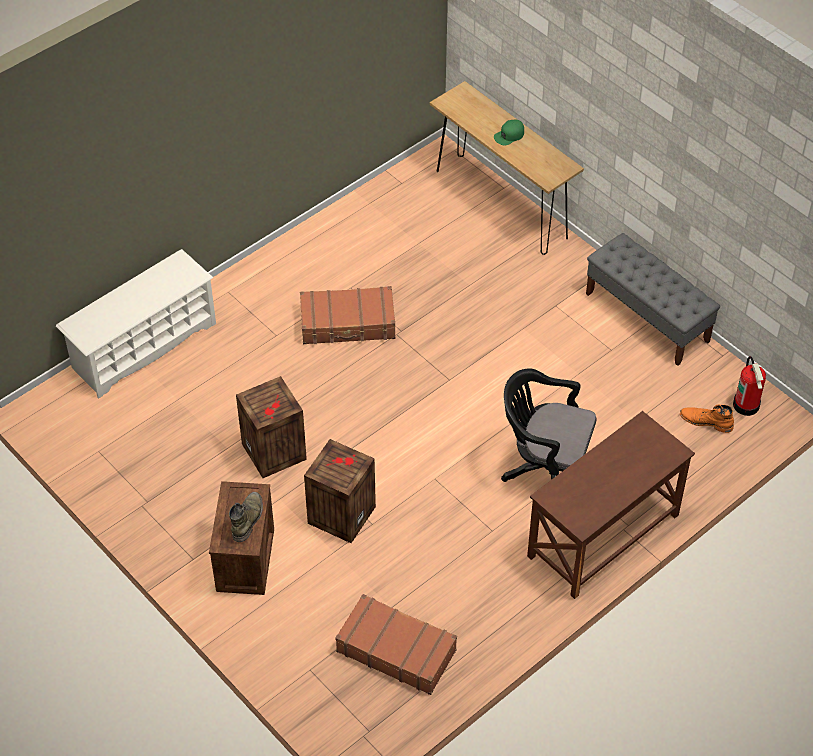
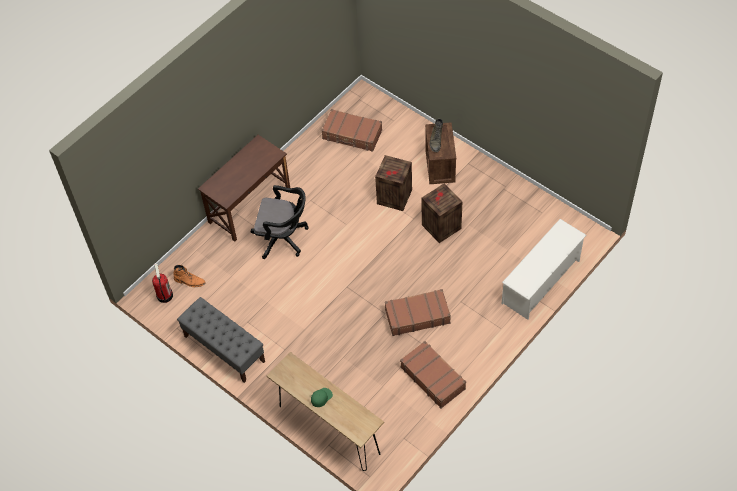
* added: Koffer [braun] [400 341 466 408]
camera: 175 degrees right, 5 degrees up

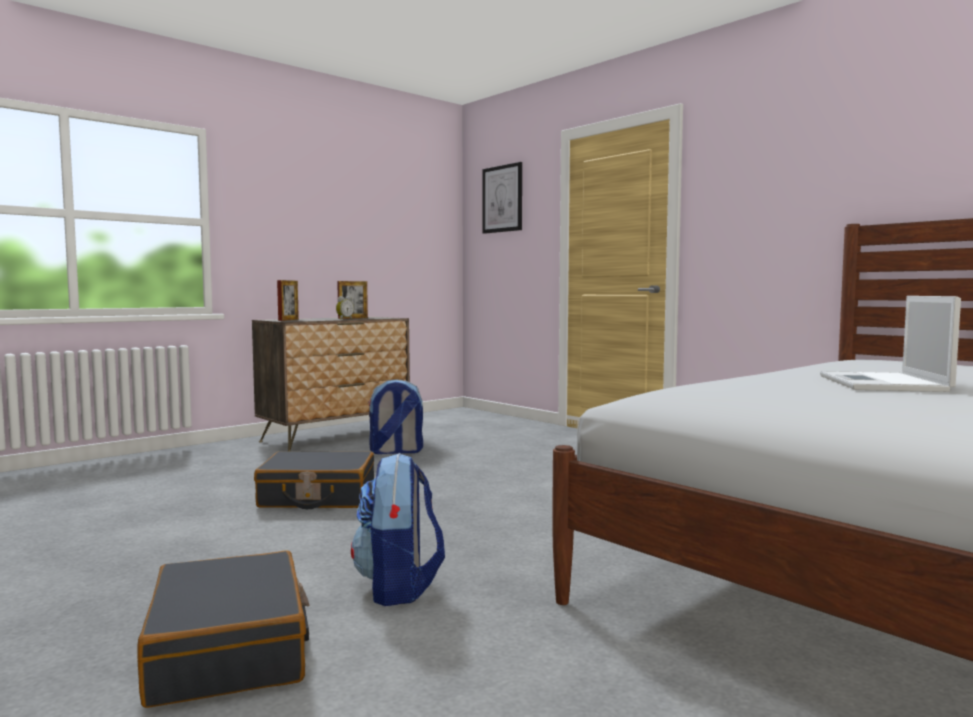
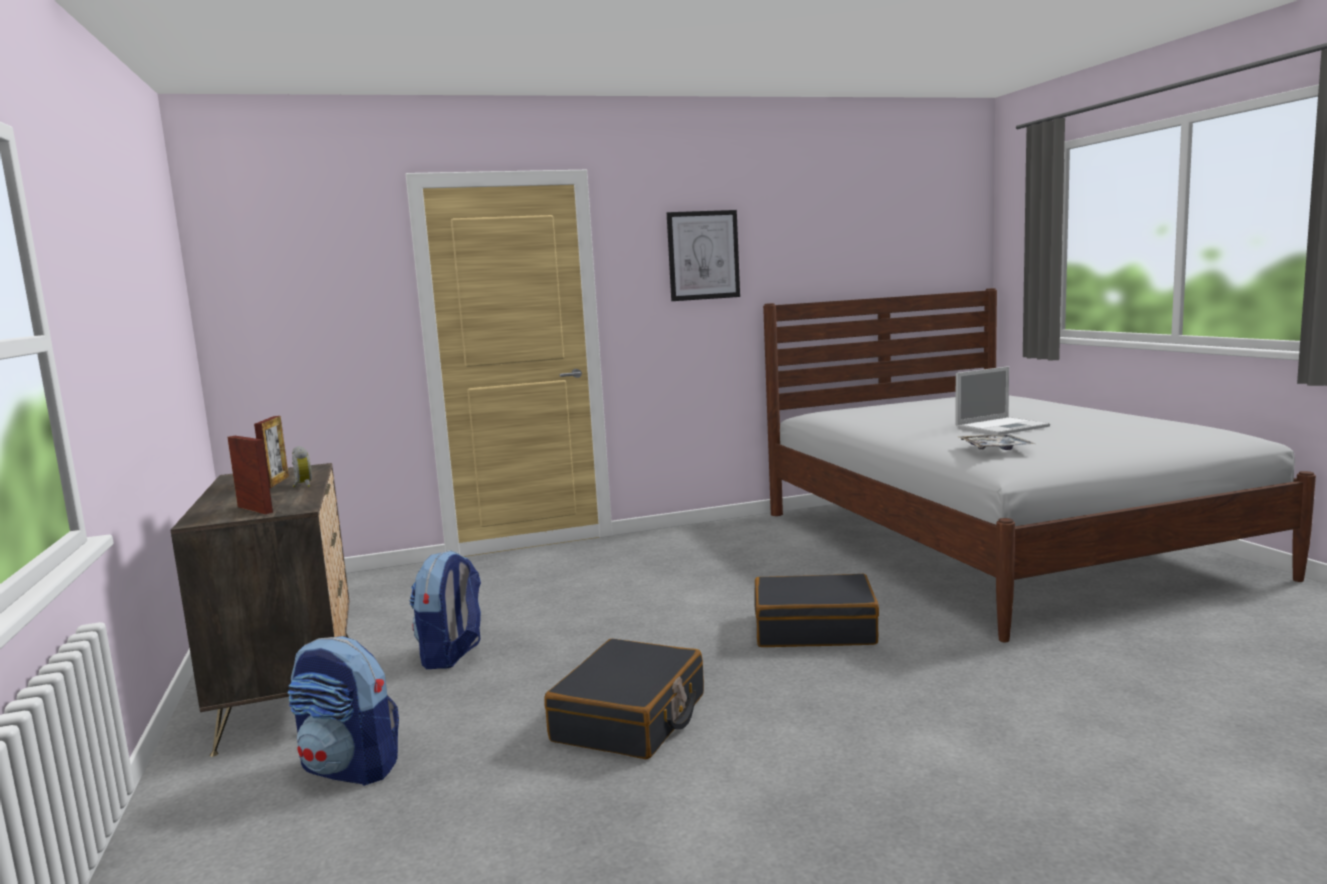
* moved: Koffer [schwarz] [137 551 310 708] to [754 574 879 647]
* moved: Rucksack [351 453 445 606] to [288 636 399 786]
* moved: Bild [483 162 522 234] to [667 210 740 301]
* turned: Laptop [820 296 961 392] = [956 366 1050 435] 60 degrees counterclockwise
* added: Tablett [959 434 1035 450]
camera: 65 degrees left, 5 degrees up

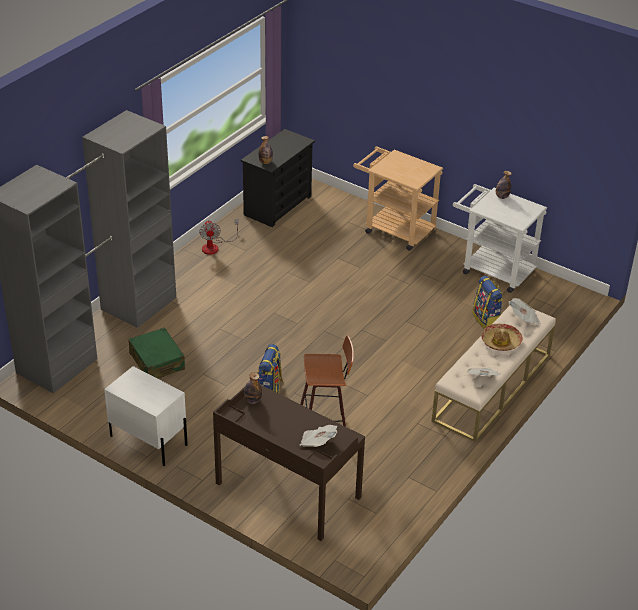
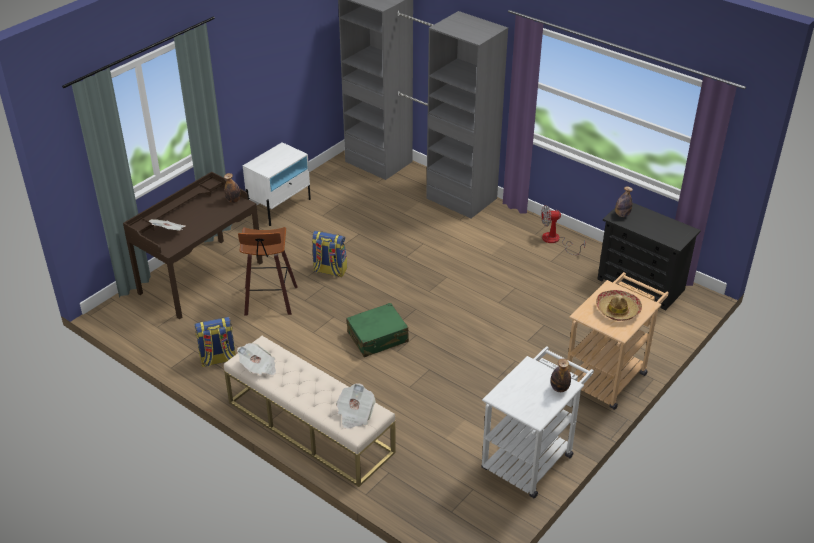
* moved: Koffer [grün] [128 328 185 379] to [346 303 409 357]
* moved: Rucksack [472 276 503 329] to [194 317 236 367]
* moved: Hut [481 324 523 351] to [596 290 642 321]
camera: 95 degrees right, 0 degrees up

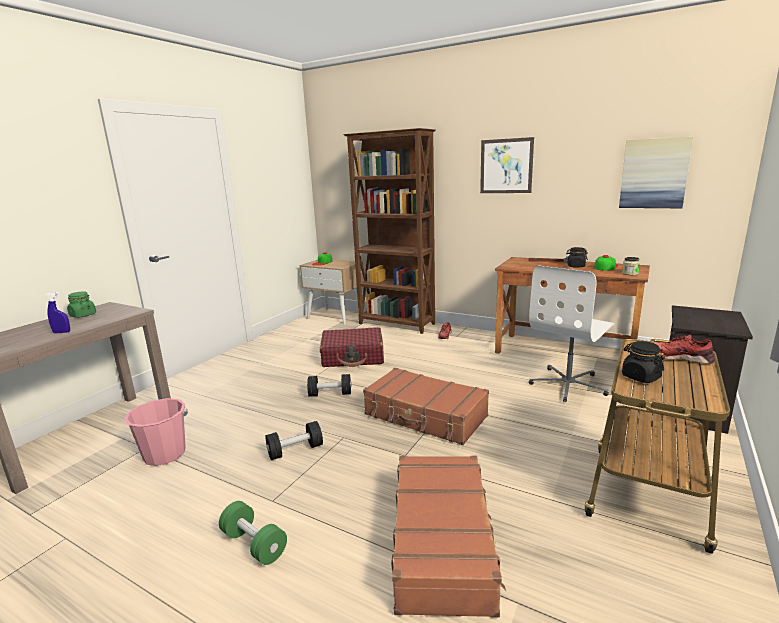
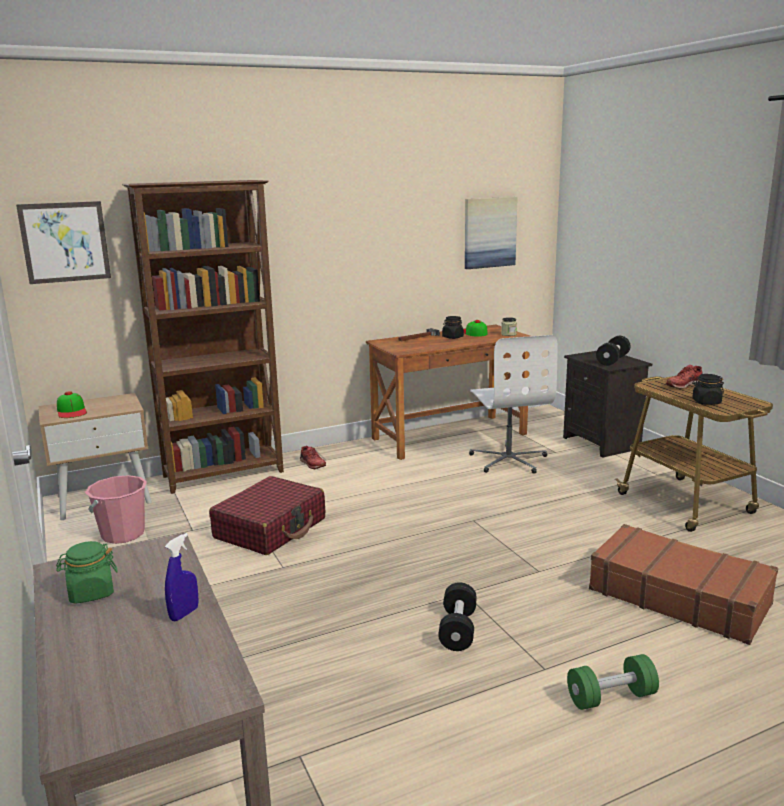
* moved: Eimer [rosa] [124 398 188 466] to [85 475 147 544]
* moved: Hantel [schwarz] [307 374 352 397] to [596 336 631 366]
* removed: Koffer [braun] [363 368 489 445]
* moved: Bild [480 137 534 193] to [16 201 111 284]
camera: 55 degrees left, 0 degrees up

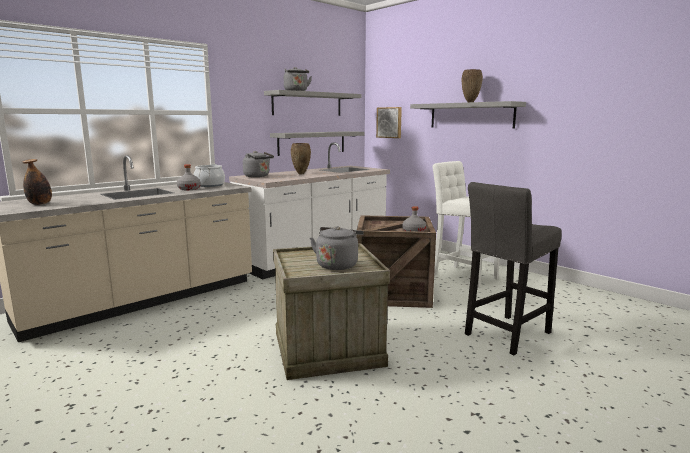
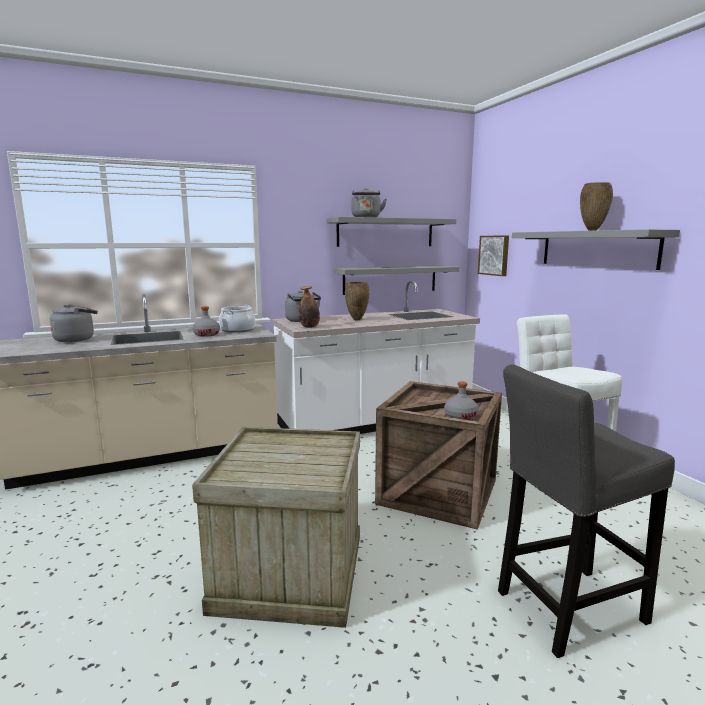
* moved: Flasche [22 159 52 205] to [299 286 320 328]
* moved: Wasserkessel [grau] [310 226 364 270] to [50 304 98 342]
camera: 20 degrees right, 0 degrees up

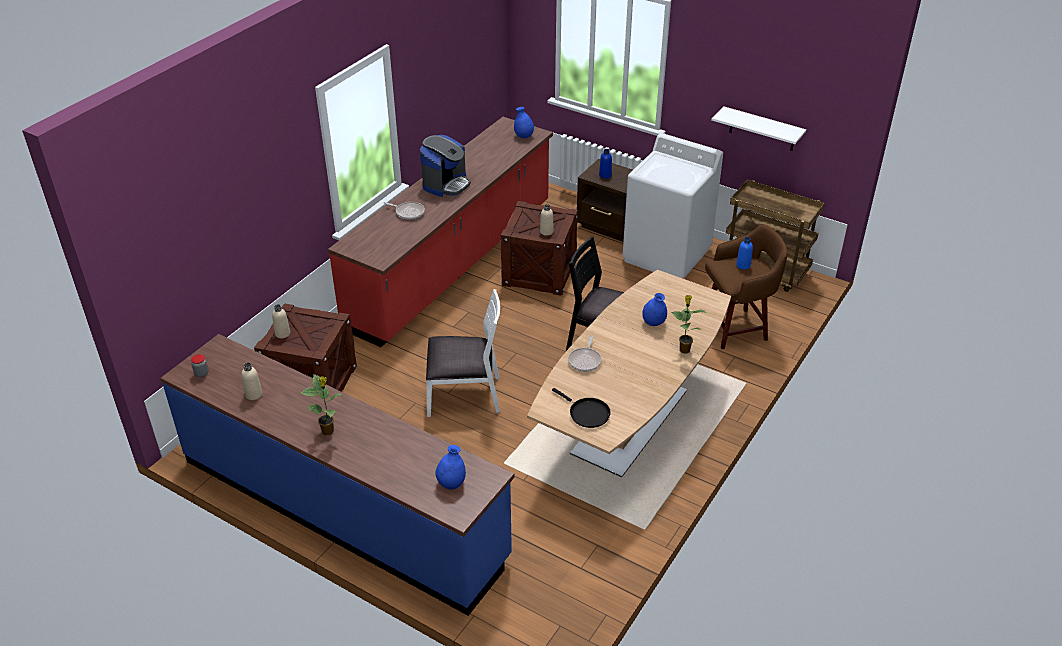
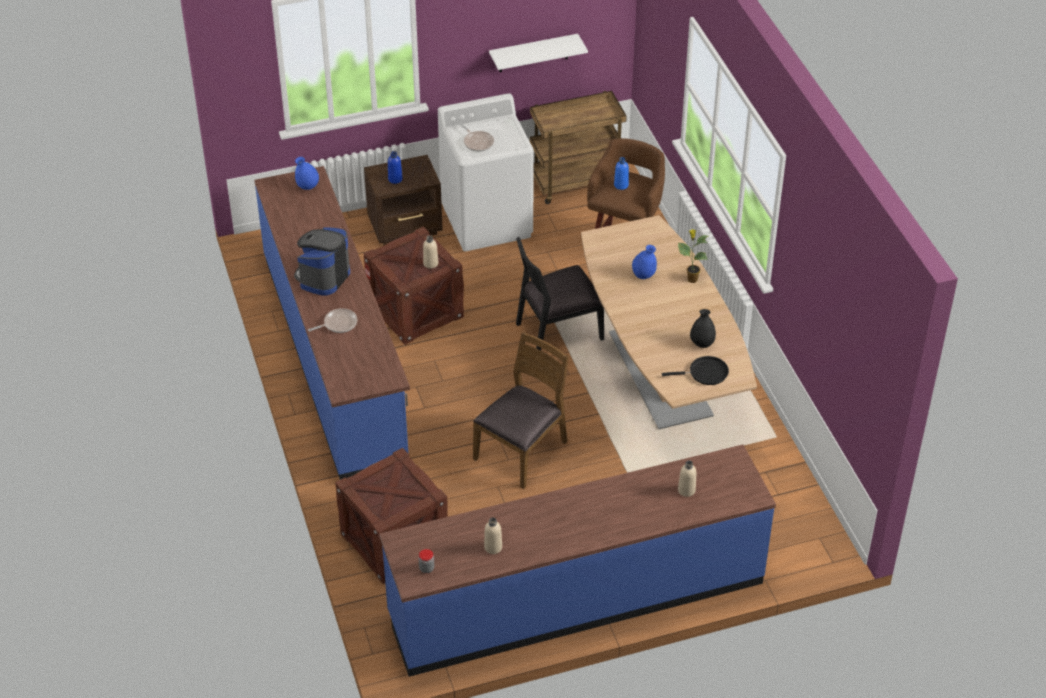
* moved: Flasche [beige] [272 304 290 338] to [678 461 696 497]
* removed: Topfpflanze [300 374 342 435]
* recoloured: Küchenzeile [rot] [328 117 553 347] to Küchenzeile [blau] [254 166 410 480]
* turned: Kaffeemaschine [420 135 471 197] = [294 227 350 296] 135 degrees counterclockwise
* recoloured: Stuhl [weiß] [426 289 500 417] to Stuhl [braun] [473 332 569 489]
* removed: Vase [blau] [435 445 466 490]
* moved: Pfanne [568 336 602 372] to [460 124 494 152]
* added: Vase [schwarz] [690 309 716 348]
camera: 50 degrees left, 5 degrees up

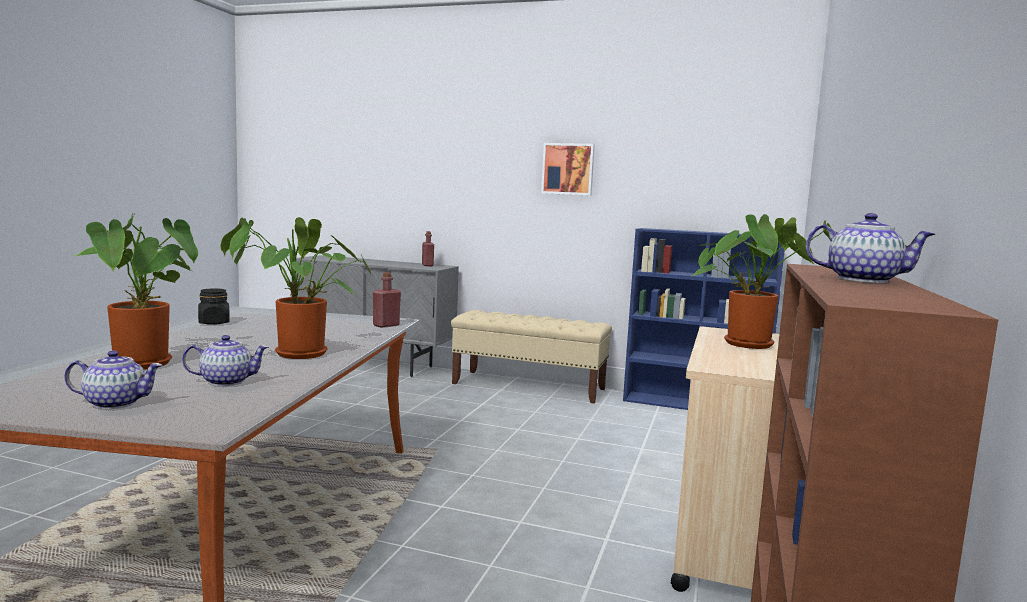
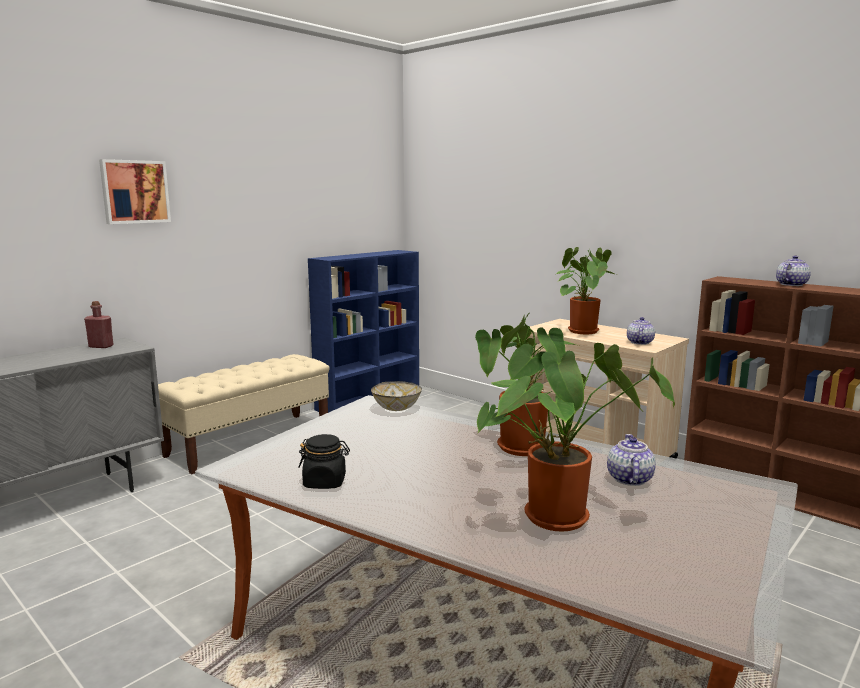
* moved: Teekanne [64 350 162 409] to [627 317 655 345]
* replaced: Flasche [rot] [373 272 401 328] to Schüssel [371 381 422 411]
* moved: Bild [541 143 595 196] to [99 159 171 224]
camera: 65 degrees left, 5 degrees up

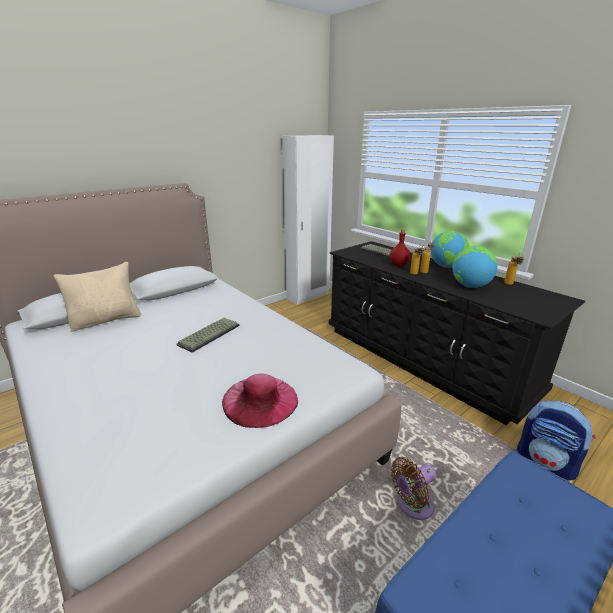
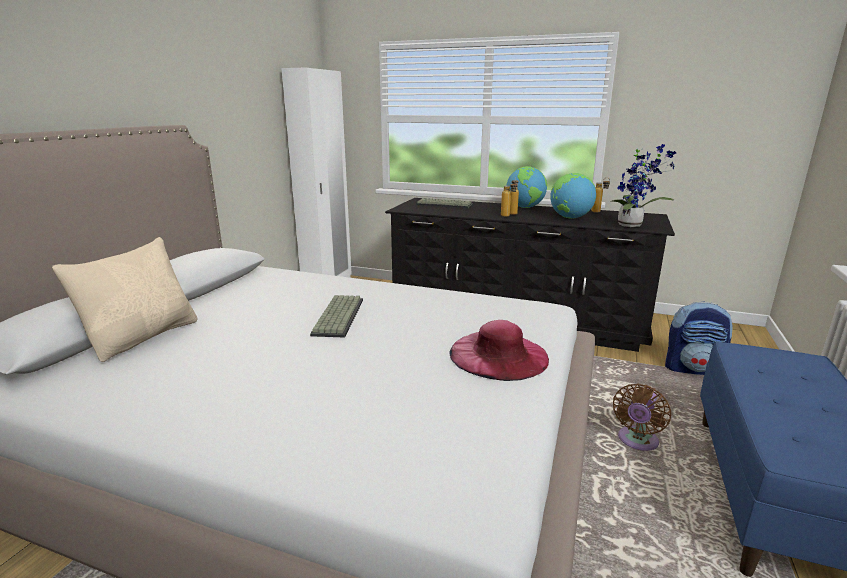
* removed: Flasche [rot] [390 230 411 267]
* added: Topfpflanze [610 144 676 227]
camera: 30 degrees left, 5 degrees down

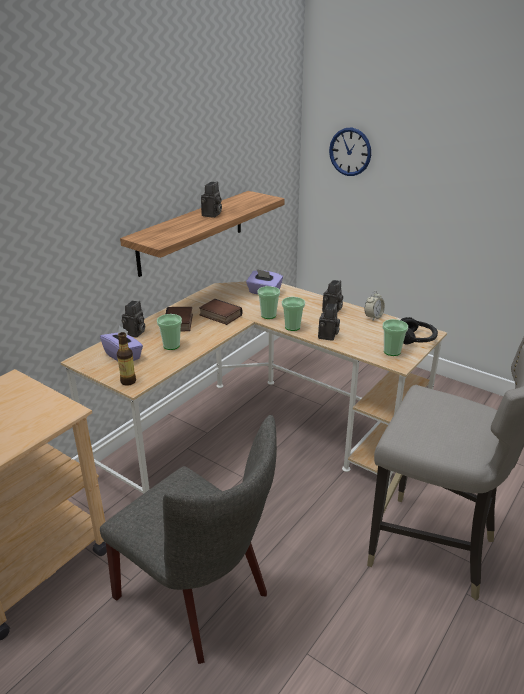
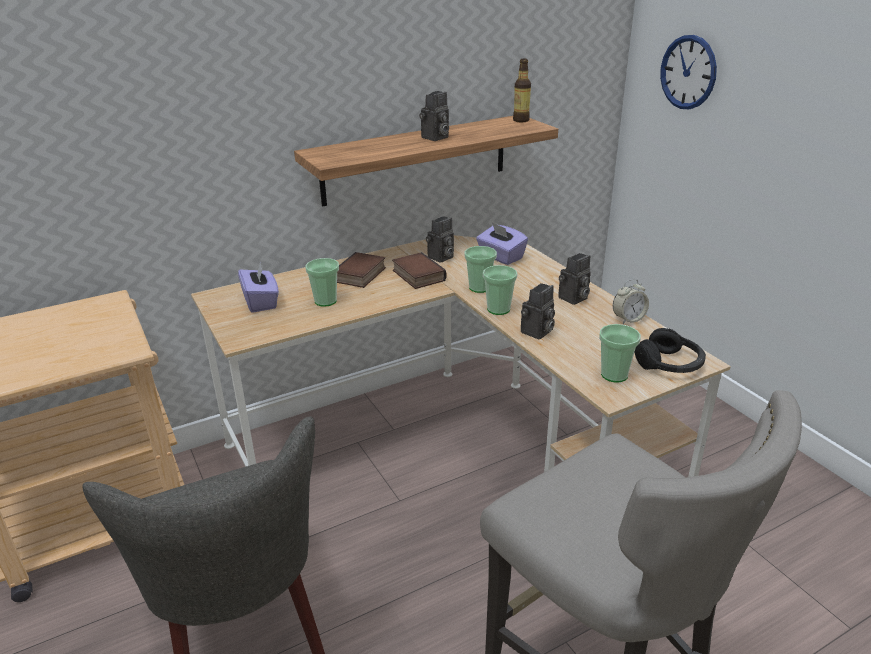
* moved: Flasche [117 332 136 386] to [513 59 531 122]
* moved: Kamera [121 301 145 338] to [426 216 454 263]
camera: 25 degrees right, 0 degrees up

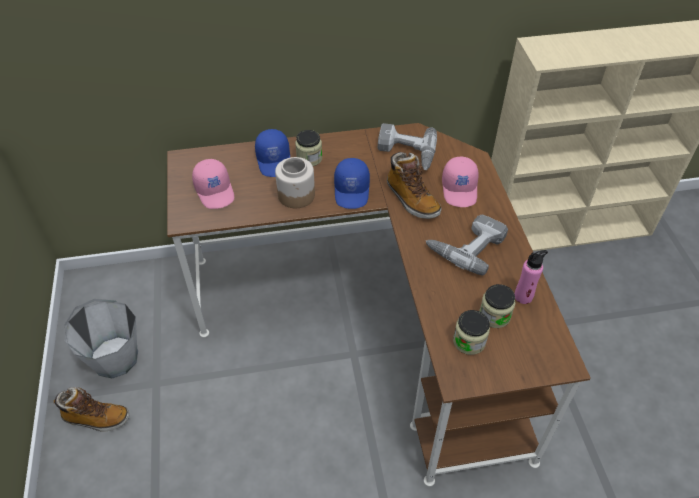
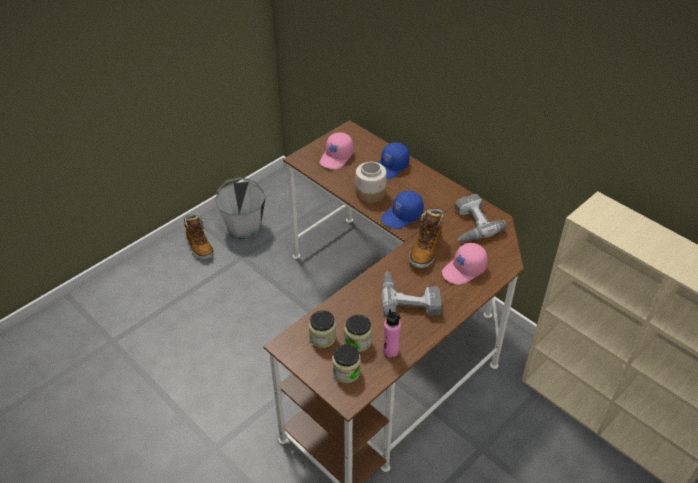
* moved: Vorratsglas [295 130 322 166] to [333 344 361 383]
camera: 55 degrees right, 5 degrees down

